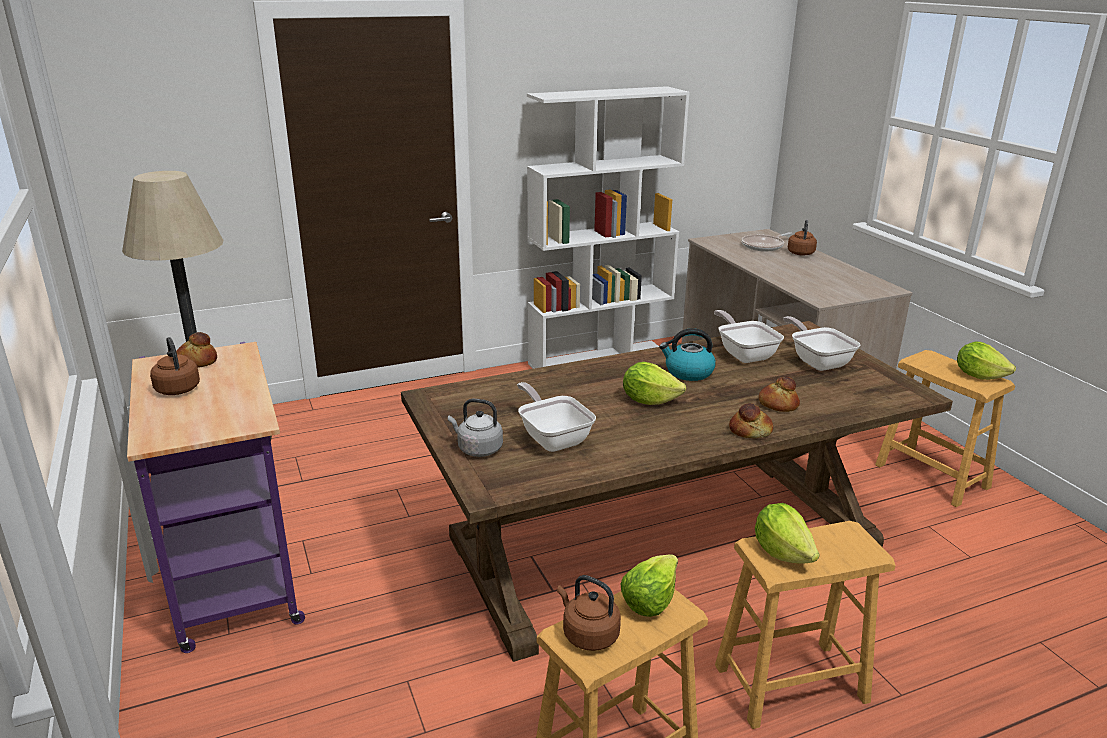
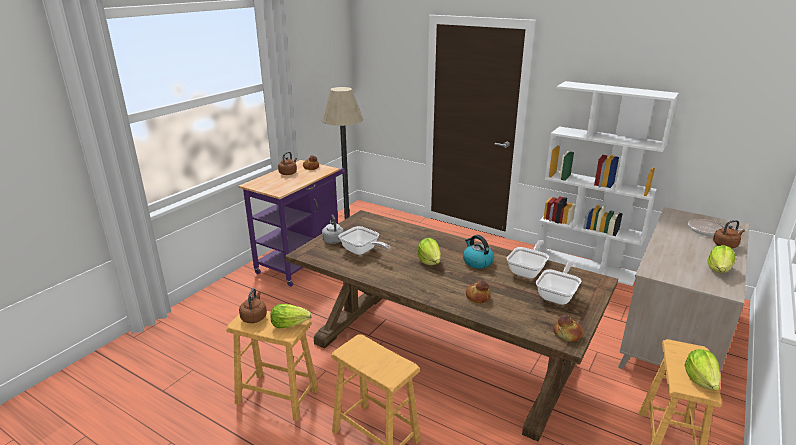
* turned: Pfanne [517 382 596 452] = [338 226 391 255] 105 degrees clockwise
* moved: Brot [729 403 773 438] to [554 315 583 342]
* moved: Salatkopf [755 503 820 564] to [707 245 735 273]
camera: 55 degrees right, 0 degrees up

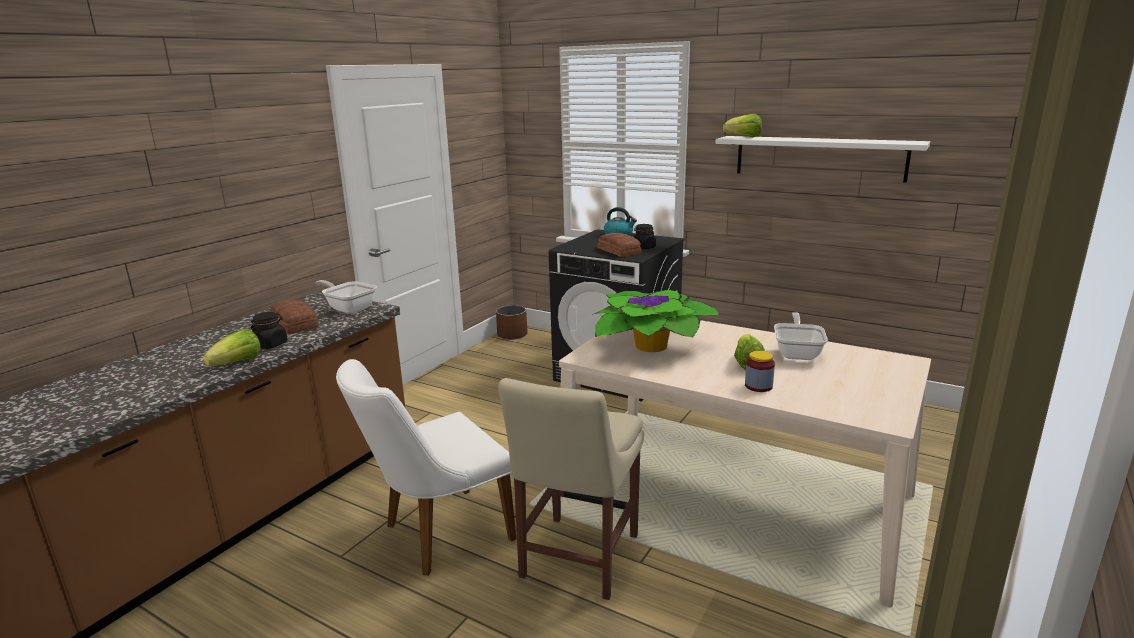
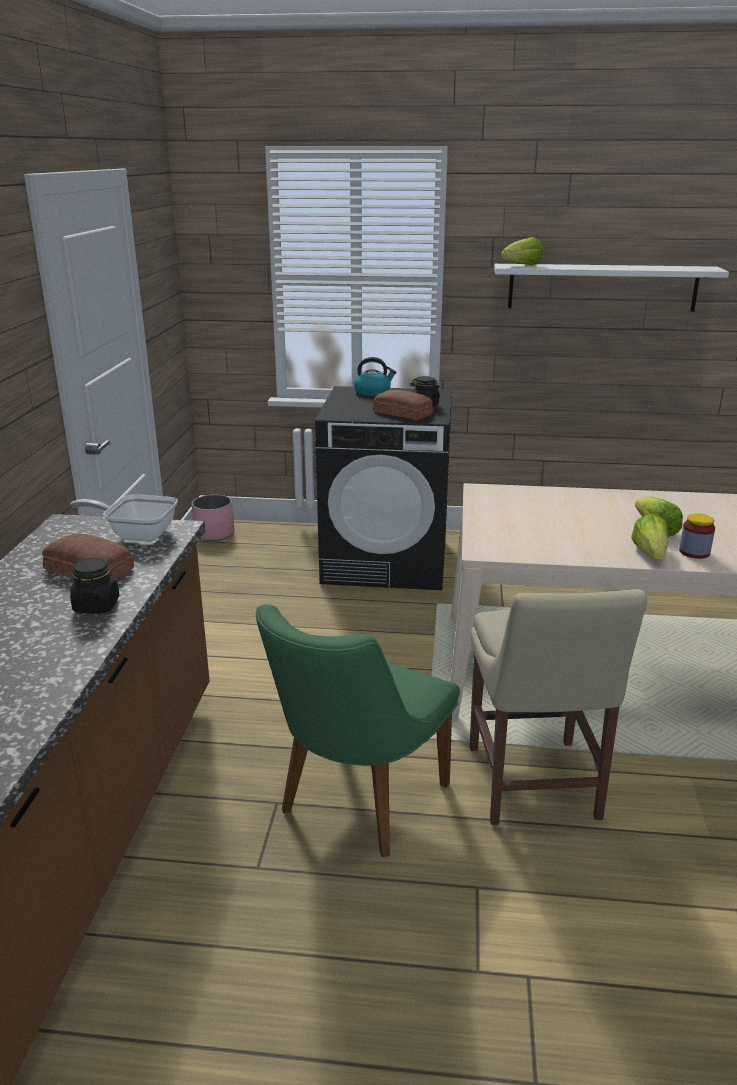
* moved: Salatkopf [203 329 261 366] to [631 514 668 559]
* recoloured: Stuhl [weiß] [336 359 516 576] to Stuhl [grün] [256 604 460 857]
* recoloured: Pflanzkübel [braun] [496 305 527 340] to Pflanzkübel [rosa] [192 495 234 541]
* removed: Topfpflanze [592 290 720 352]
* removed: Pfanne [774 312 828 360]
camera: 25 degrees left, 5 degrees up

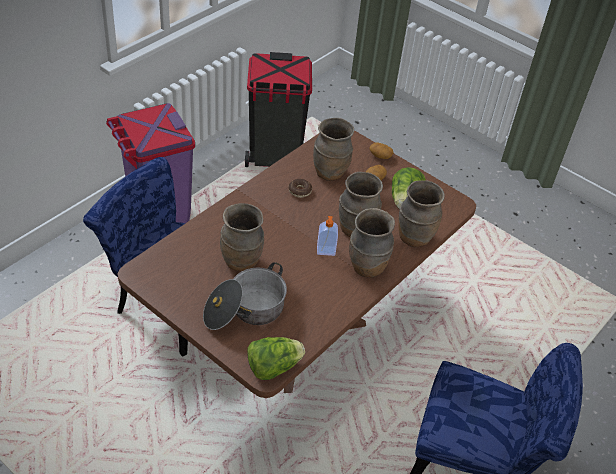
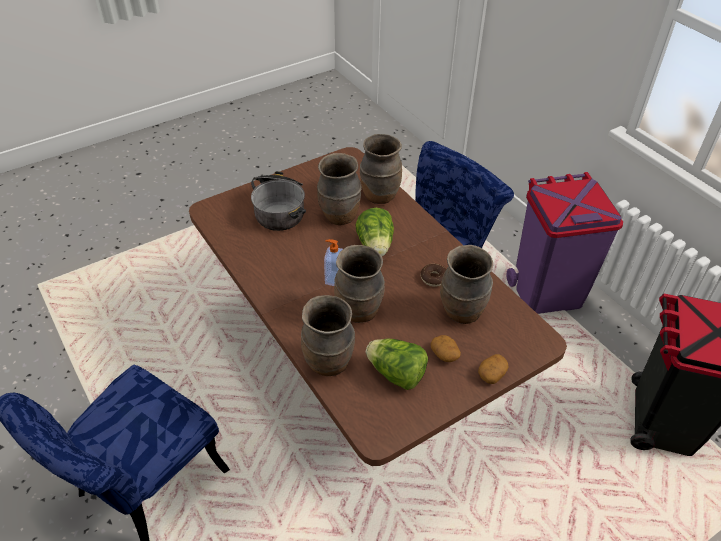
* moved: Salatkopf [247 337 305 380] to [355 208 394 256]
* moved: Vase [braun] [349 208 395 278] to [360 134 402 204]
camera: 110 degrees right, 0 degrees up

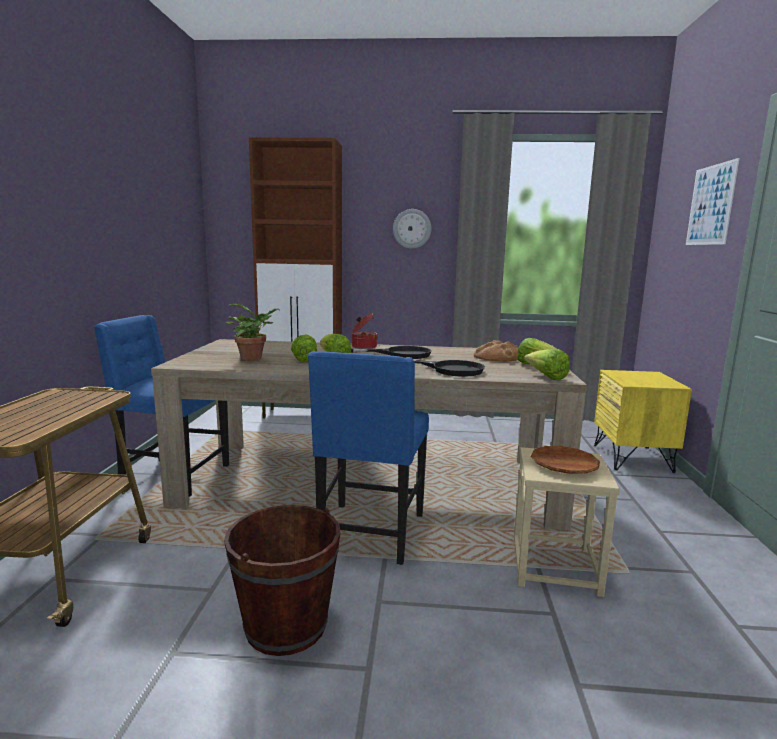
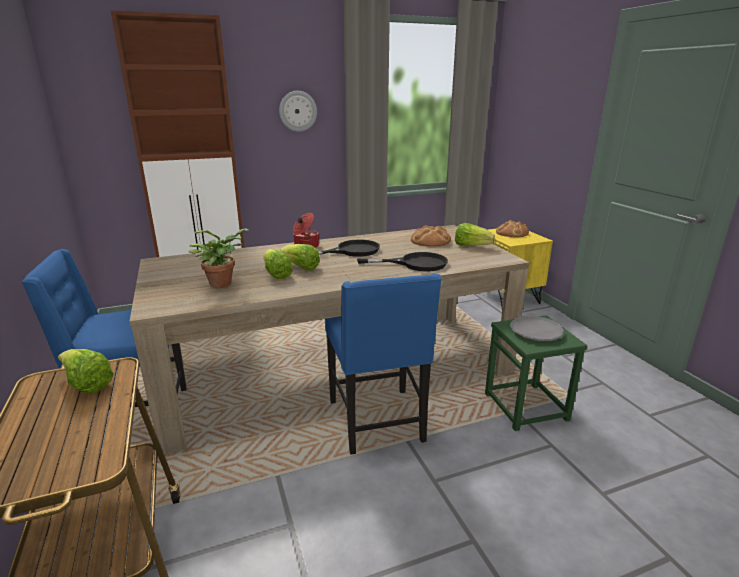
* removed: Eimer [braun] [224 505 341 656]
* recoloured: Hocker [beige] [514 447 620 597] to Hocker [grün] [485 315 587 431]
* moved: Salatkopf [524 349 570 380] to [58 349 114 394]
* recoloured: Teller [braun] [531 446 600 474] to Teller [grau] [510 316 565 341]
* removed: Bild [686 158 740 245]
* added: Brot [496 220 529 238]
camera: 25 degrees left, 10 degrees up

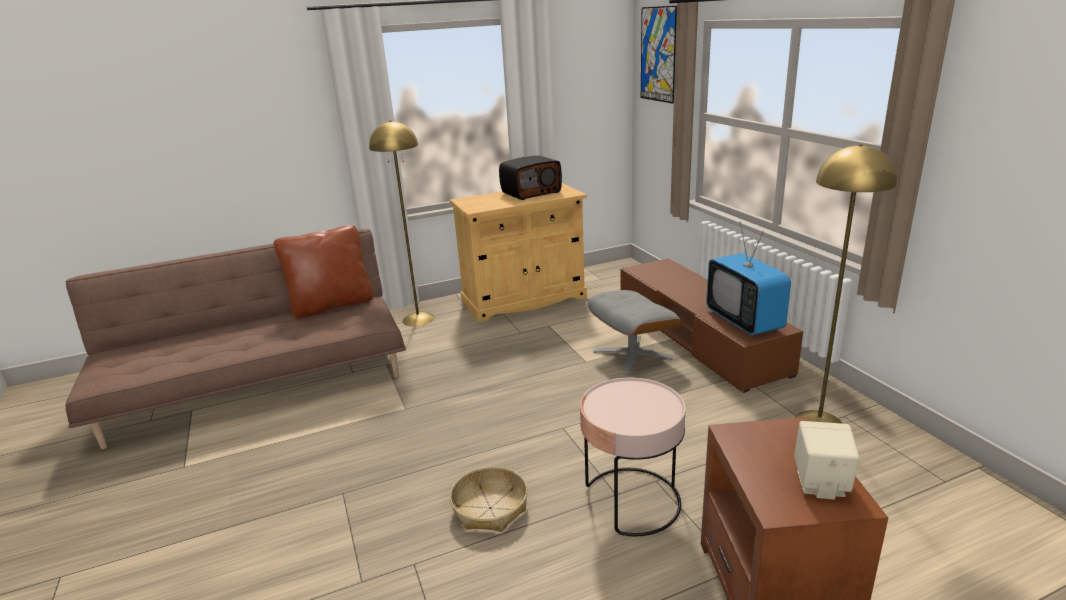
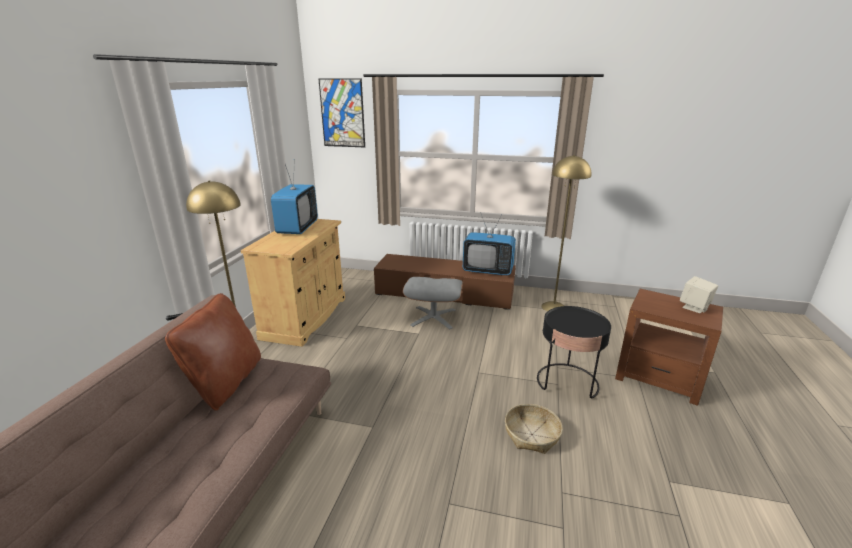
* replaced: Radio [499 156 562 200] to Fernseher [271 159 318 234]
* recoloured: Beistelltisch [rosa] [580 378 686 536] to Beistelltisch [schwarz] [537 306 611 399]
camera: 55 degrees left, 0 degrees up

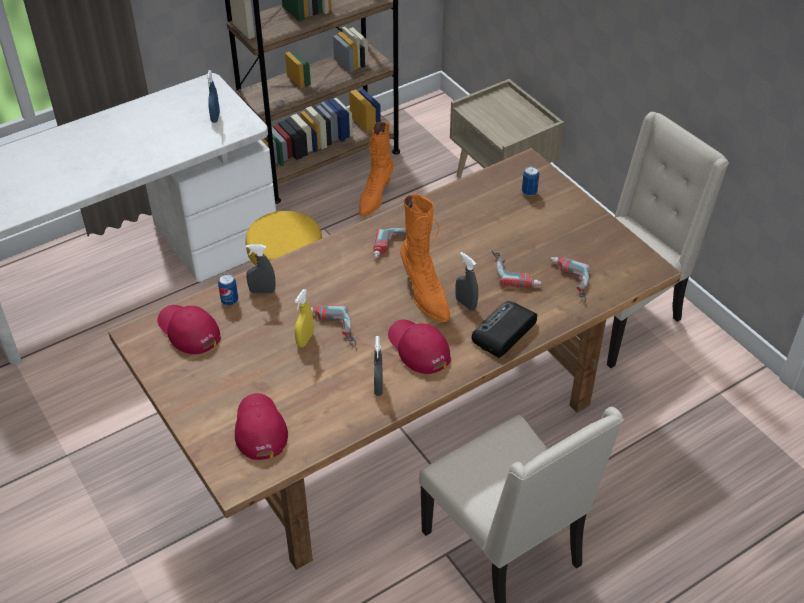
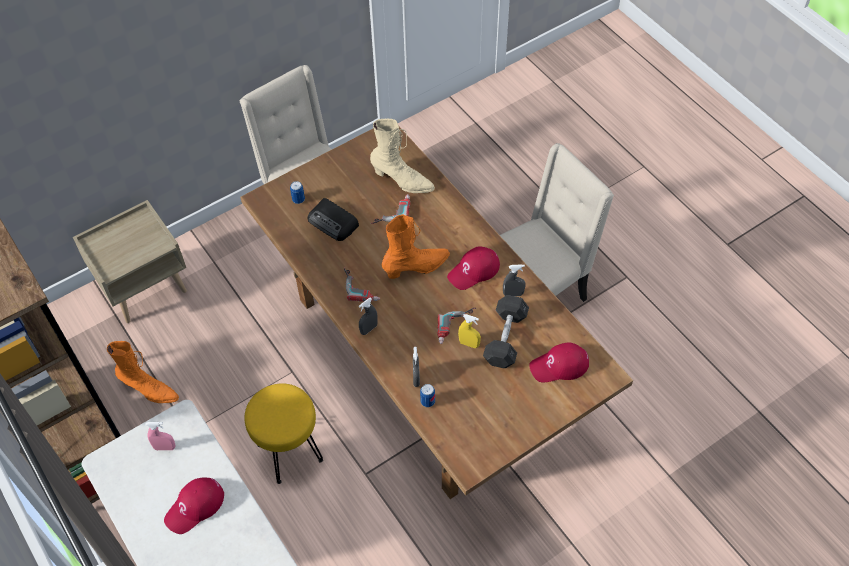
* moved: Kappe [rot] [158 305 221 354] to [164 478 224 534]
* recoloured: Sprühflasche [blau] [207 70 220 123] to Sprühflasche [rosa] [145 422 176 450]
* moved: Sprühflasche [grau] [455 252 478 310] to [359 297 378 335]
* moved: Radio [472 301 537 358] to [308 198 359 241]
* replaced: Bohrmaschine [550 257 591 302] to Stiefel [beige] [370 119 435 193]
* added: Hantel [grau] [483 295 529 368]
camera: 90 degrees left, 10 degrees up

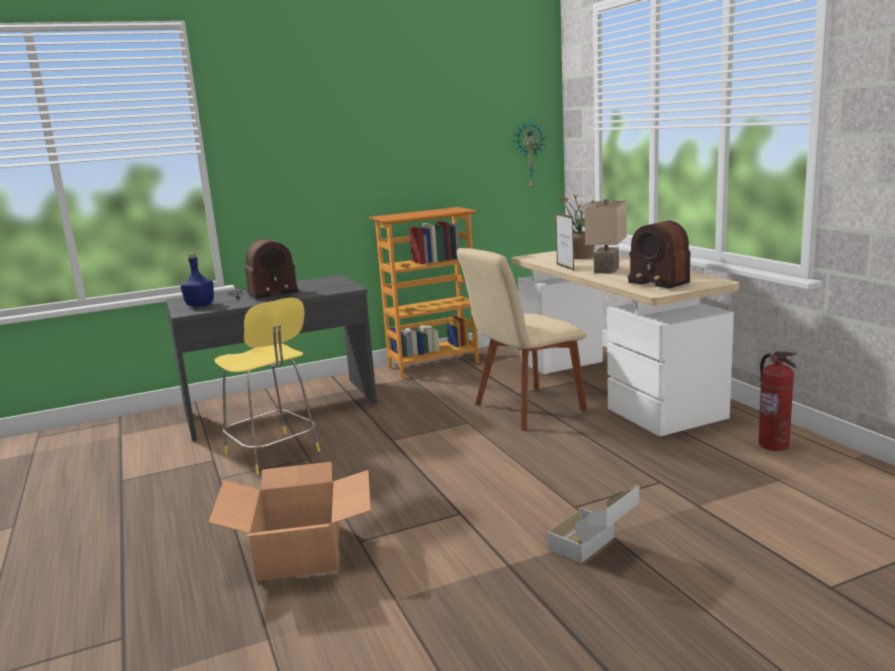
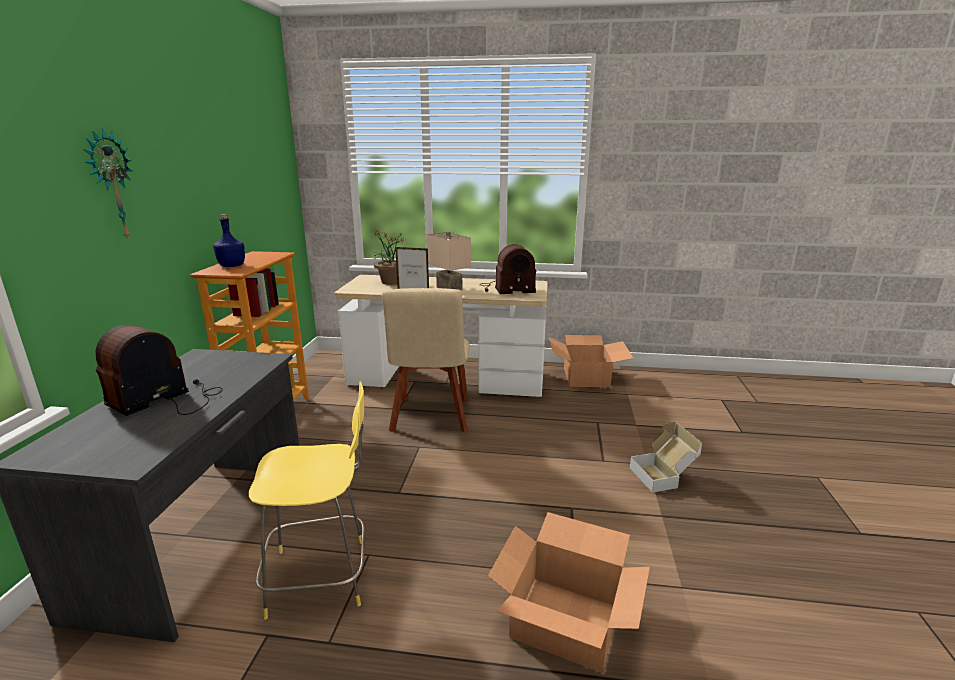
* moved: Flasche [blau] [180 253 214 307] to [213 214 245 267]
* turned: Radio [228 239 299 300] = [95 324 223 416] 150 degrees counterclockwise
* moved: Wanduhr [513 119 546 190] to [83 128 133 241]
* replaced: Feuerlöscher [759 351 796 451] to Karton [549 335 633 387]
camera: 60 degrees left, 5 degrees up

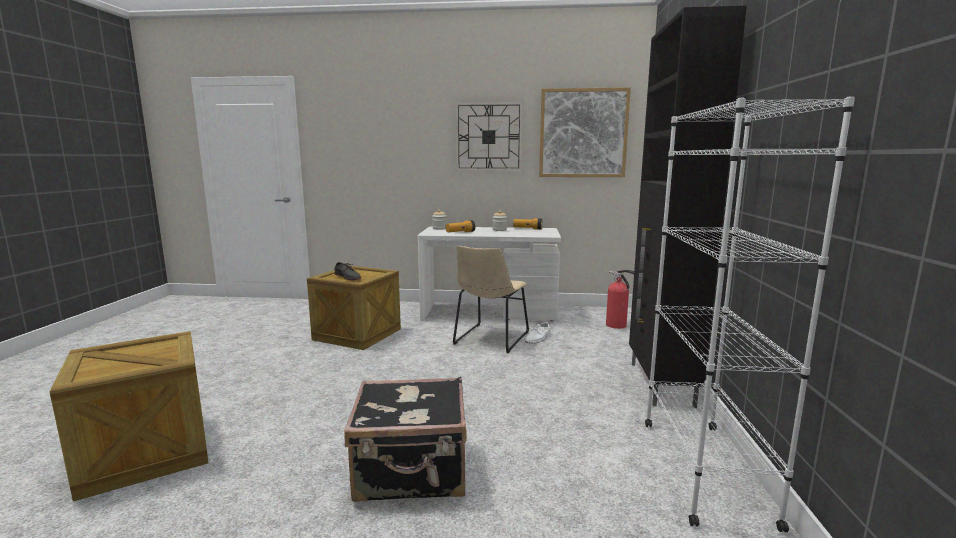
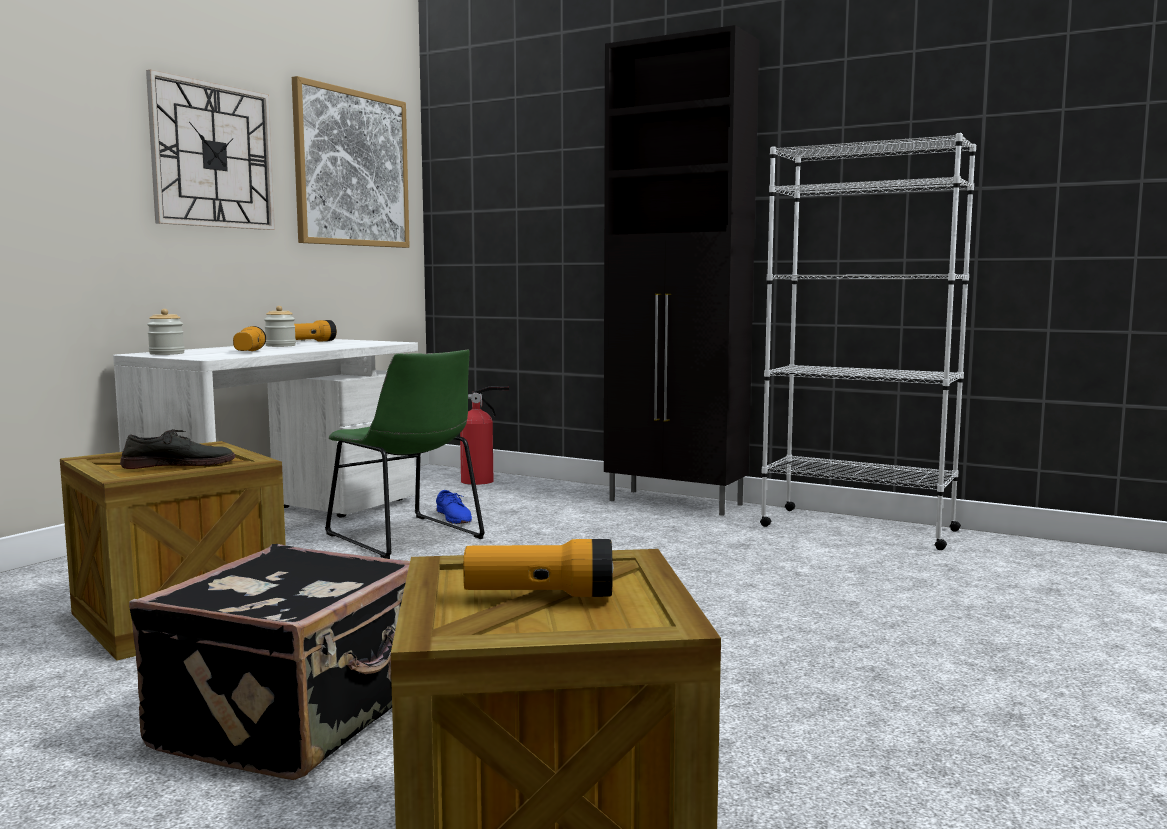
* moved: Koffer [schwarz] [344 377 467 502] to [129 544 410 780]
* recoloured: Stuhl [beige] [453 245 529 353] to Stuhl [grün] [325 350 485 559]
* recoloured: Schuh [weiß] [524 322 551 343] to Schuh [blau] [436 490 472 524]
* added: Taschenlampe [463 539 613 597]
camera: 65 degrees left, 5 degrees down

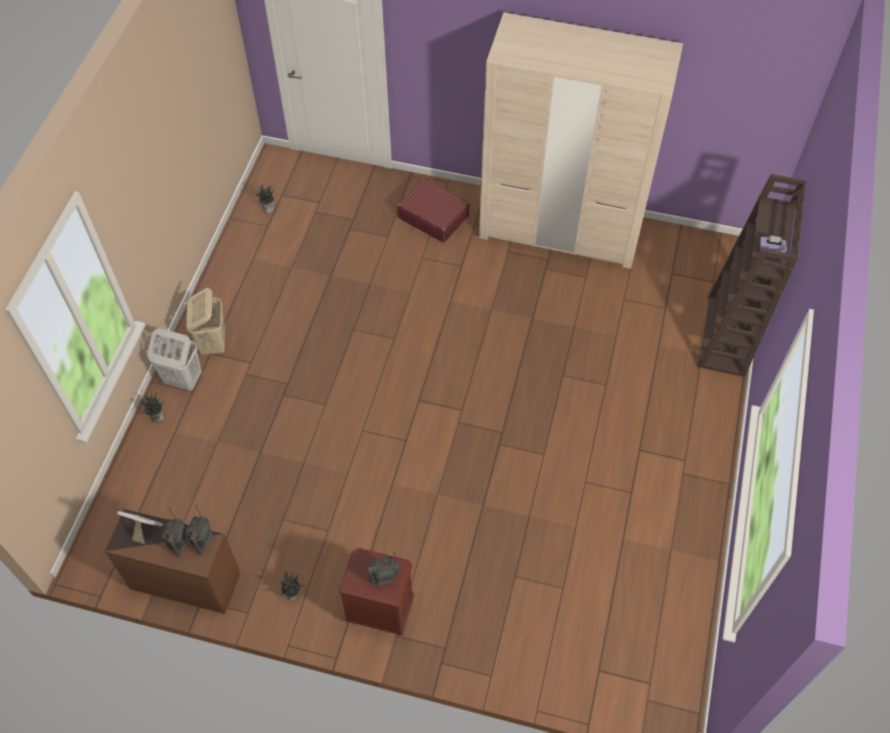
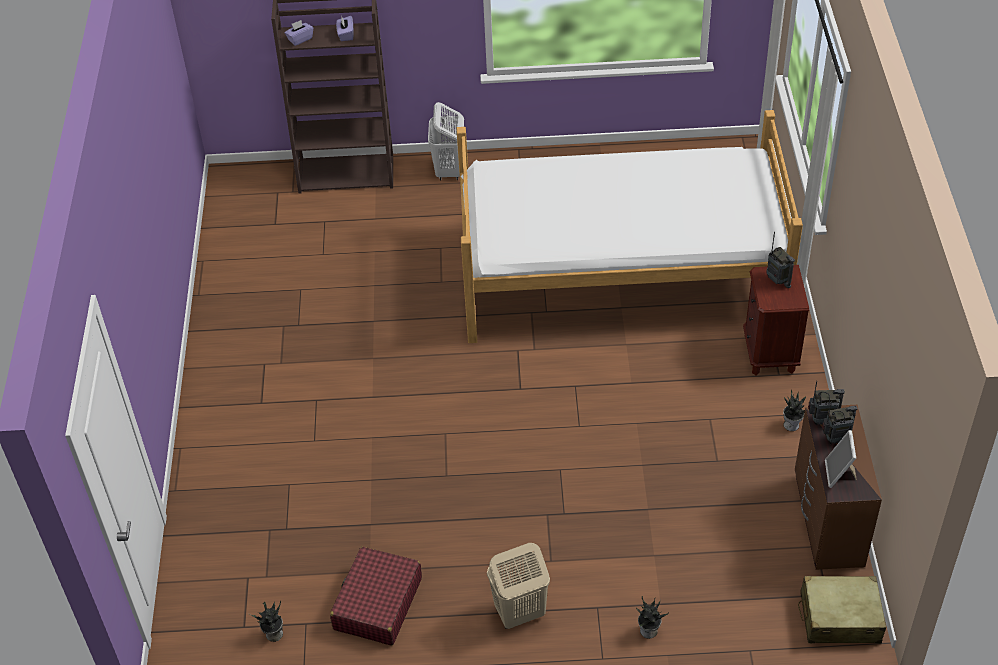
* moved: Wäschekorb [weiß] [147 328 202 391] to [428 102 464 181]
* moved: Koffer [rot] [397 178 470 243] to [330 547 422 645]
* removed: Kleiderschrank [beige] [479 12 683 269]
* added: Taschentuchbox [lila] [285 20 313 46]
* added: Bett [457 110 803 343]
* added: Koffer [beige] [798 576 886 643]
camera: 105 degrees left, 10 degrees down

